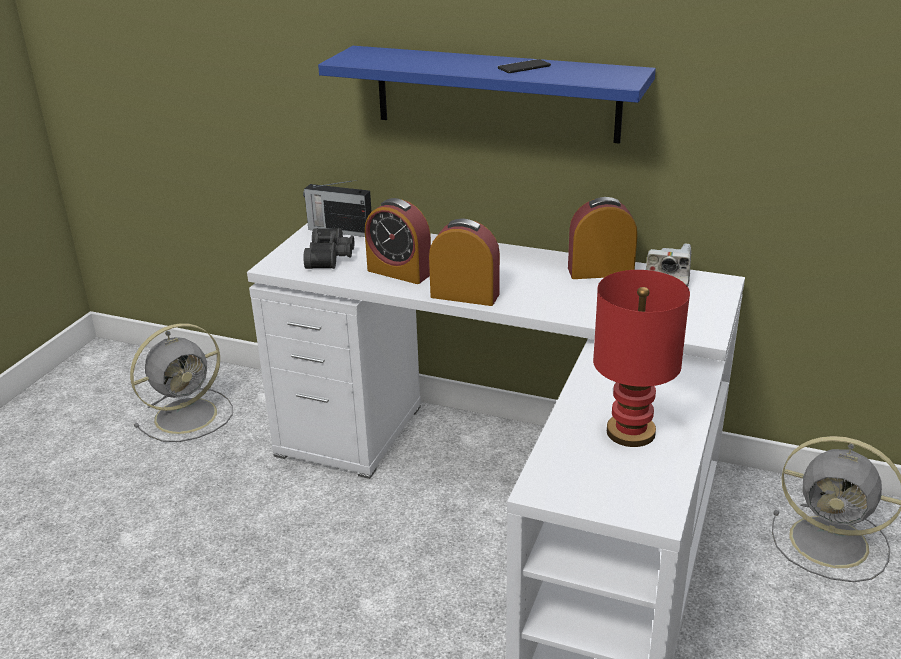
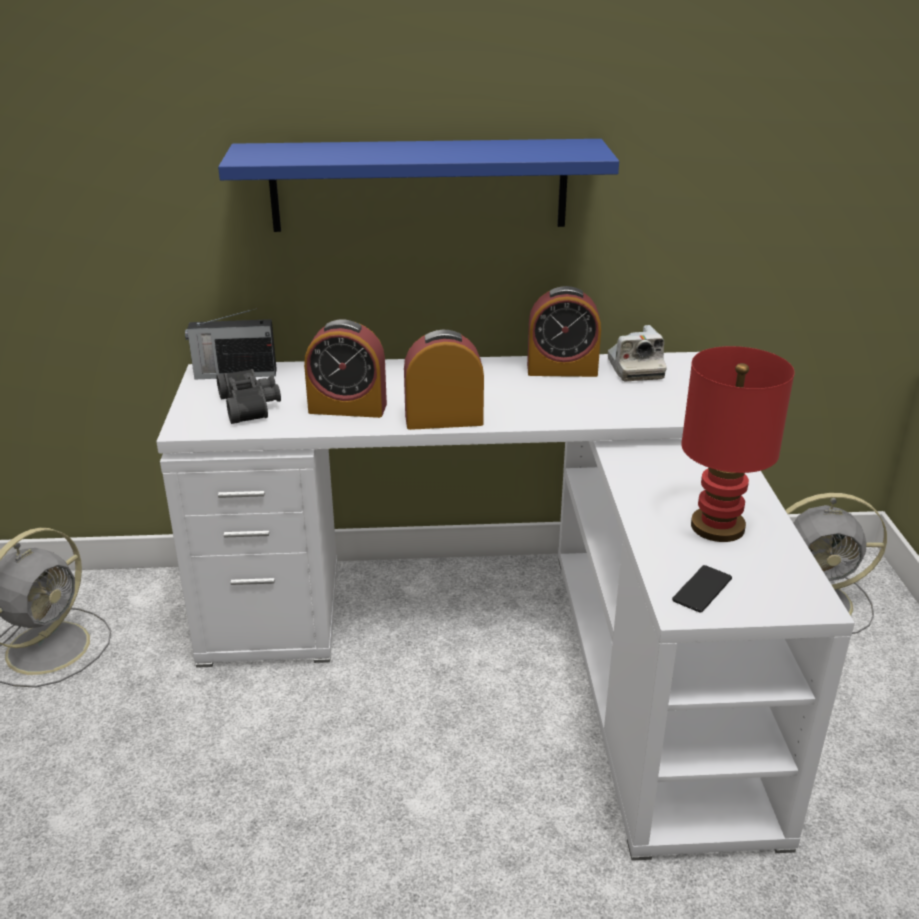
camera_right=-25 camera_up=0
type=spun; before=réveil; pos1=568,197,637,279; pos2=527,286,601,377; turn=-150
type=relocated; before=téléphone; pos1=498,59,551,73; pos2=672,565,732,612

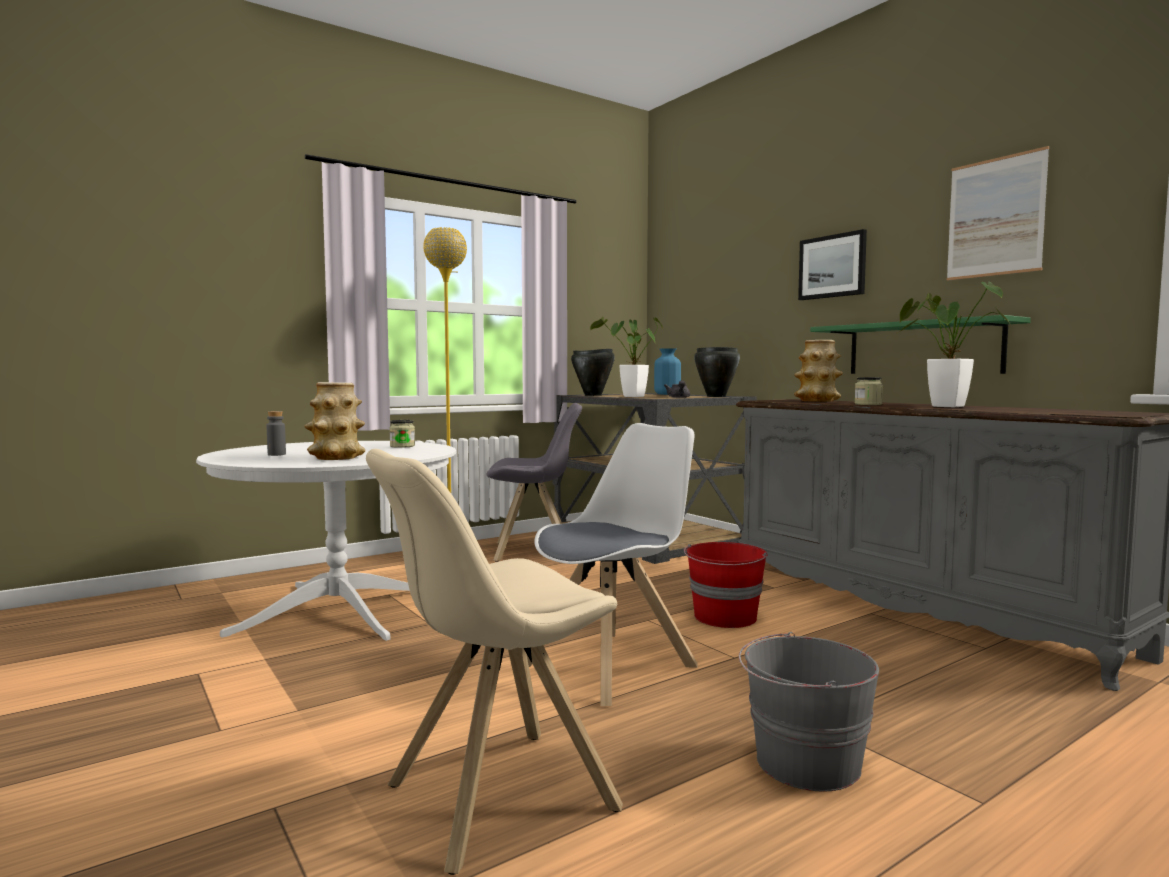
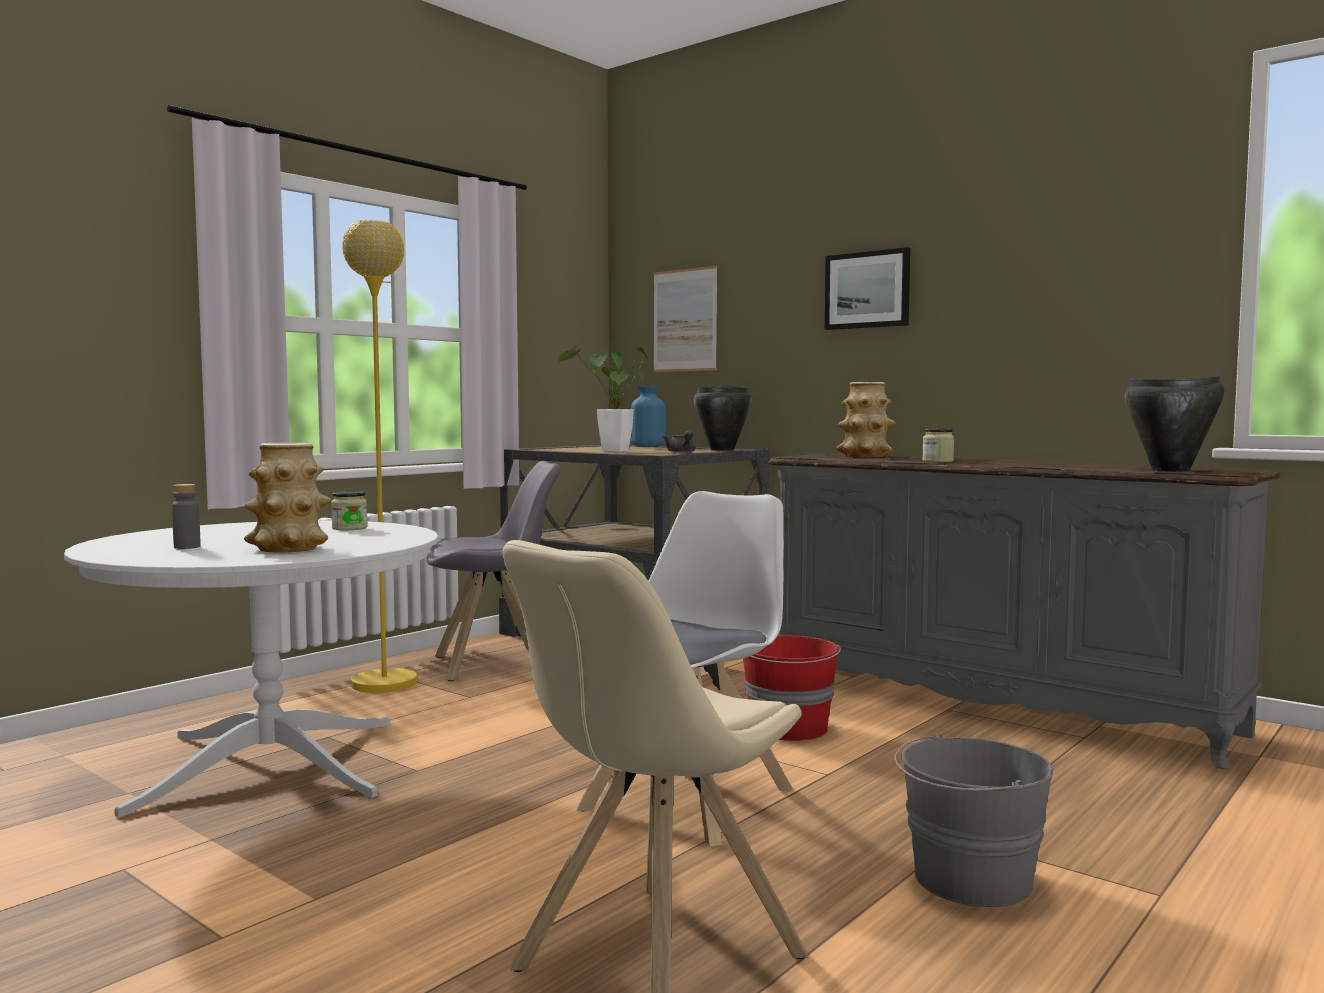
camera_right=-15 camera_up=0
type=relocated; before=tableau; pos1=947,146,1049,281; pos2=653,266,717,372
type=relocated; before=marmite/noir; pos1=571,349,615,396; pos2=1125,375,1224,471
type=missing; before=étagère/vert; pos1=810,315,1031,374
type=missing; before=plante en pot; pos1=898,282,1010,407

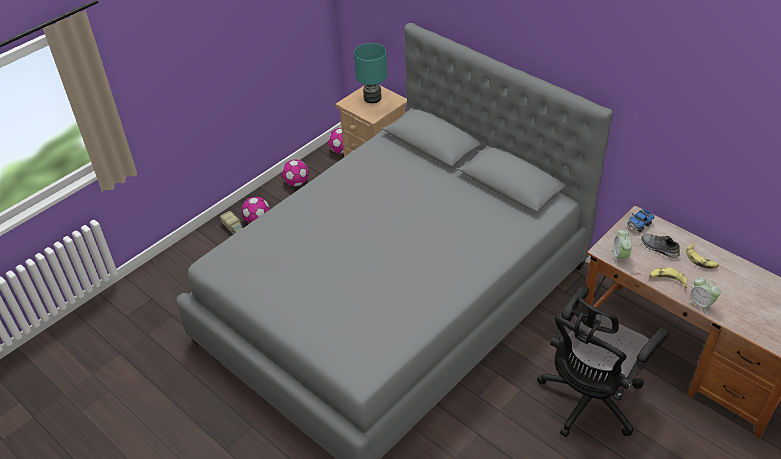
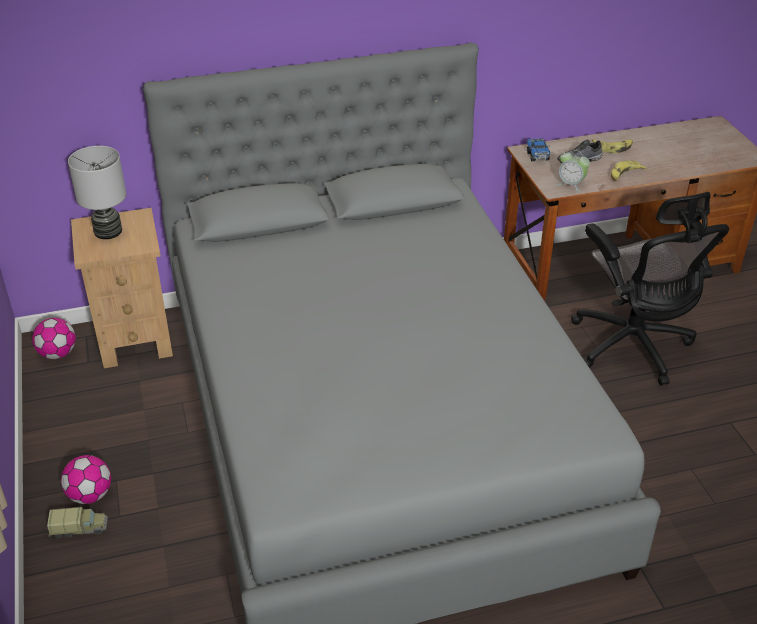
camera_right=-60 camera_up=-5
type=colour; before=lampe de table/turquoise; after=lampe de table/gris; pos1=354,43,387,103; pos2=68,146,126,239
type=missing; before=ballon de foot; pos1=282,159,309,186
type=missing; before=réveil; pos1=688,277,721,314

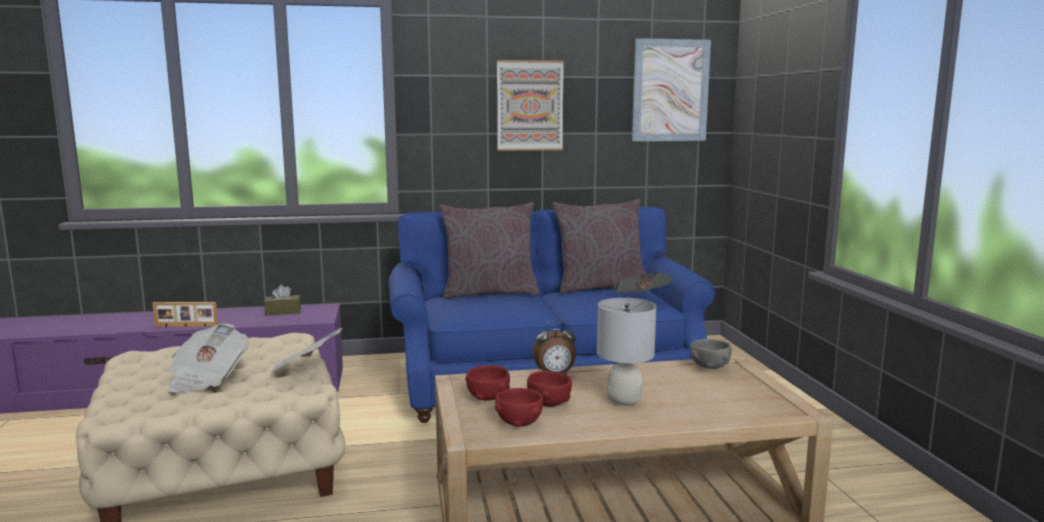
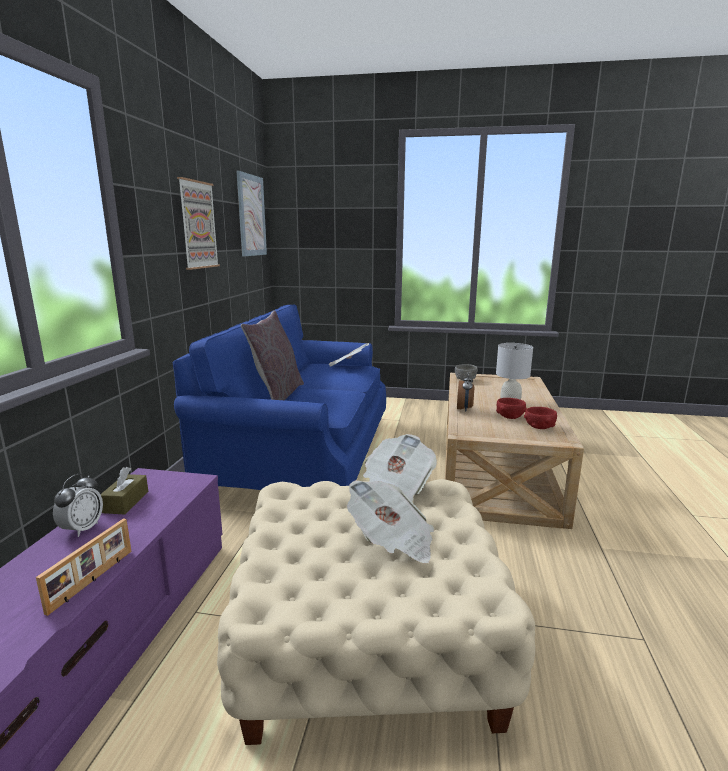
camera_right=-70 camera_up=5
type=appeared; after=réveil; pos2=53,474,103,537
type=missing; before=bol/rouge; pos1=465,365,510,401
type=missing; before=coussin/gris; pos1=553,199,646,294

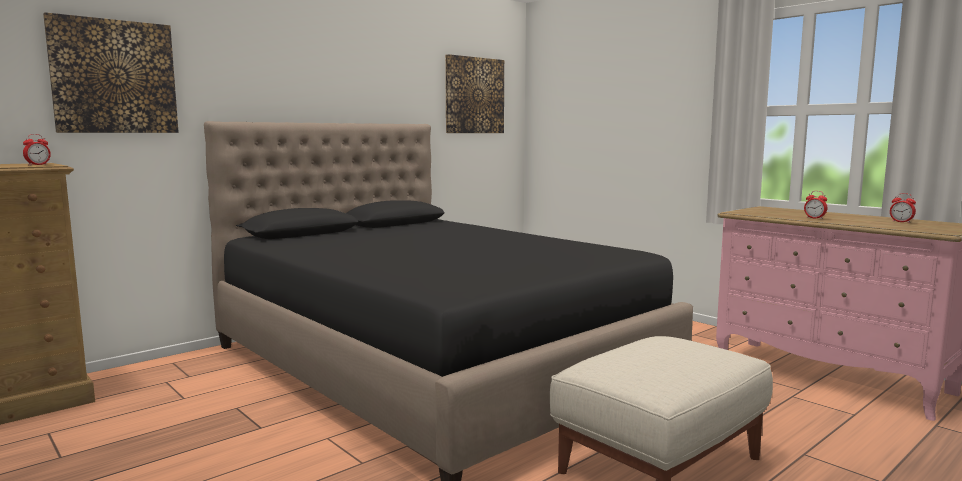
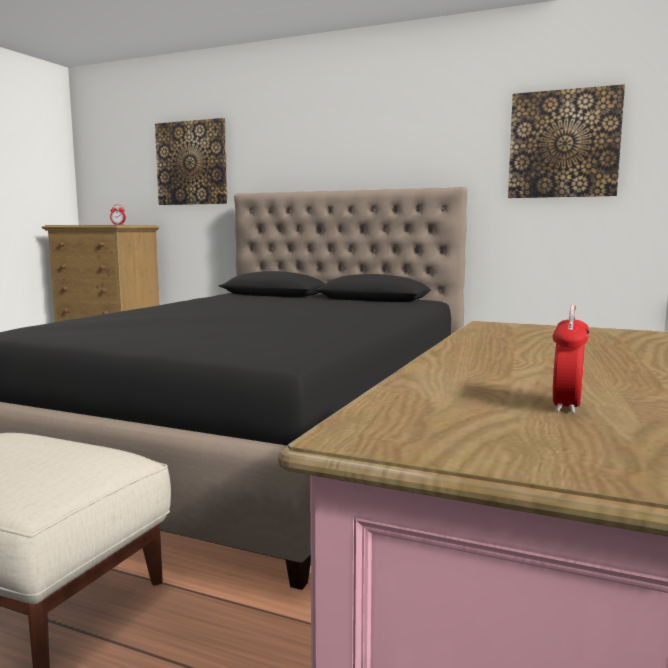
camera_right=65 camera_up=0
type=missing; before=réveil; pos1=804,191,827,219

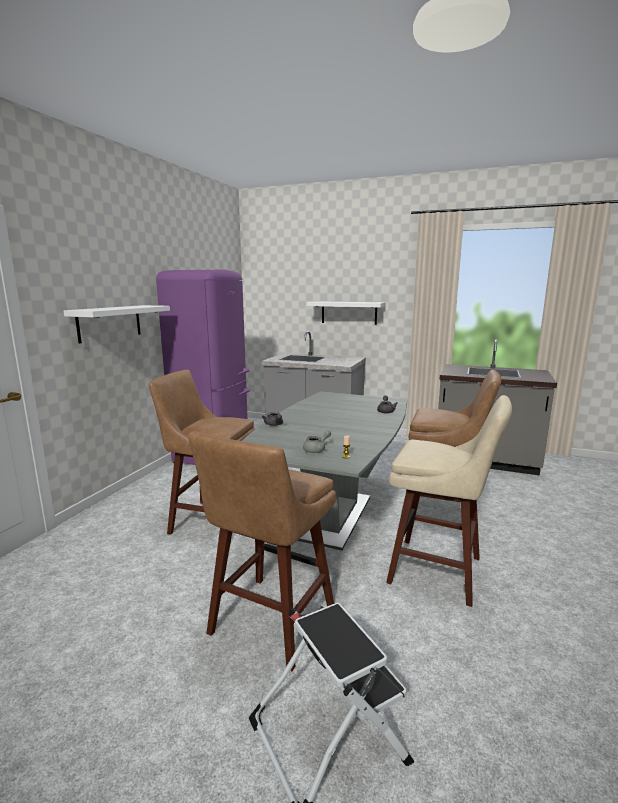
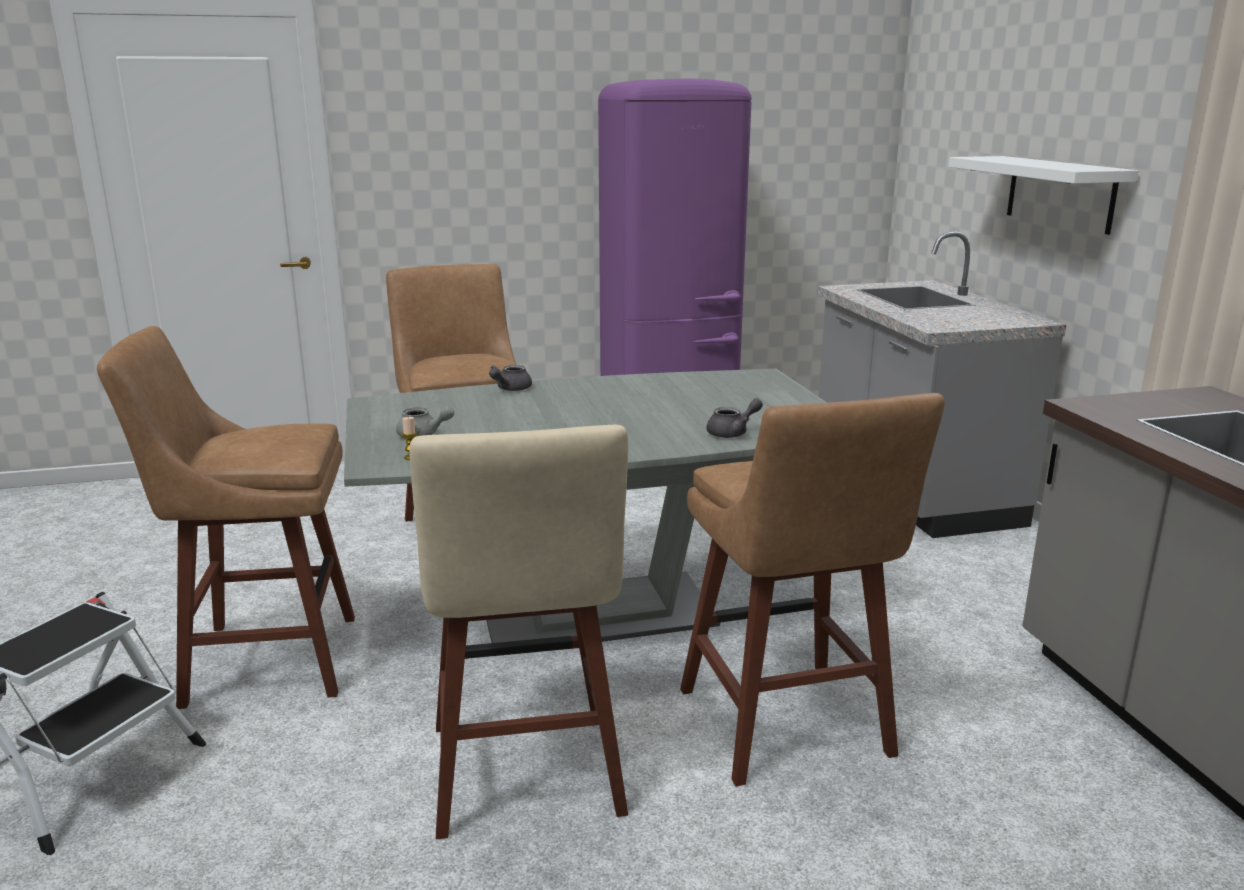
camera_right=55 camera_up=5
type=missing; before=étagère/blanc; pos1=64,305,170,344

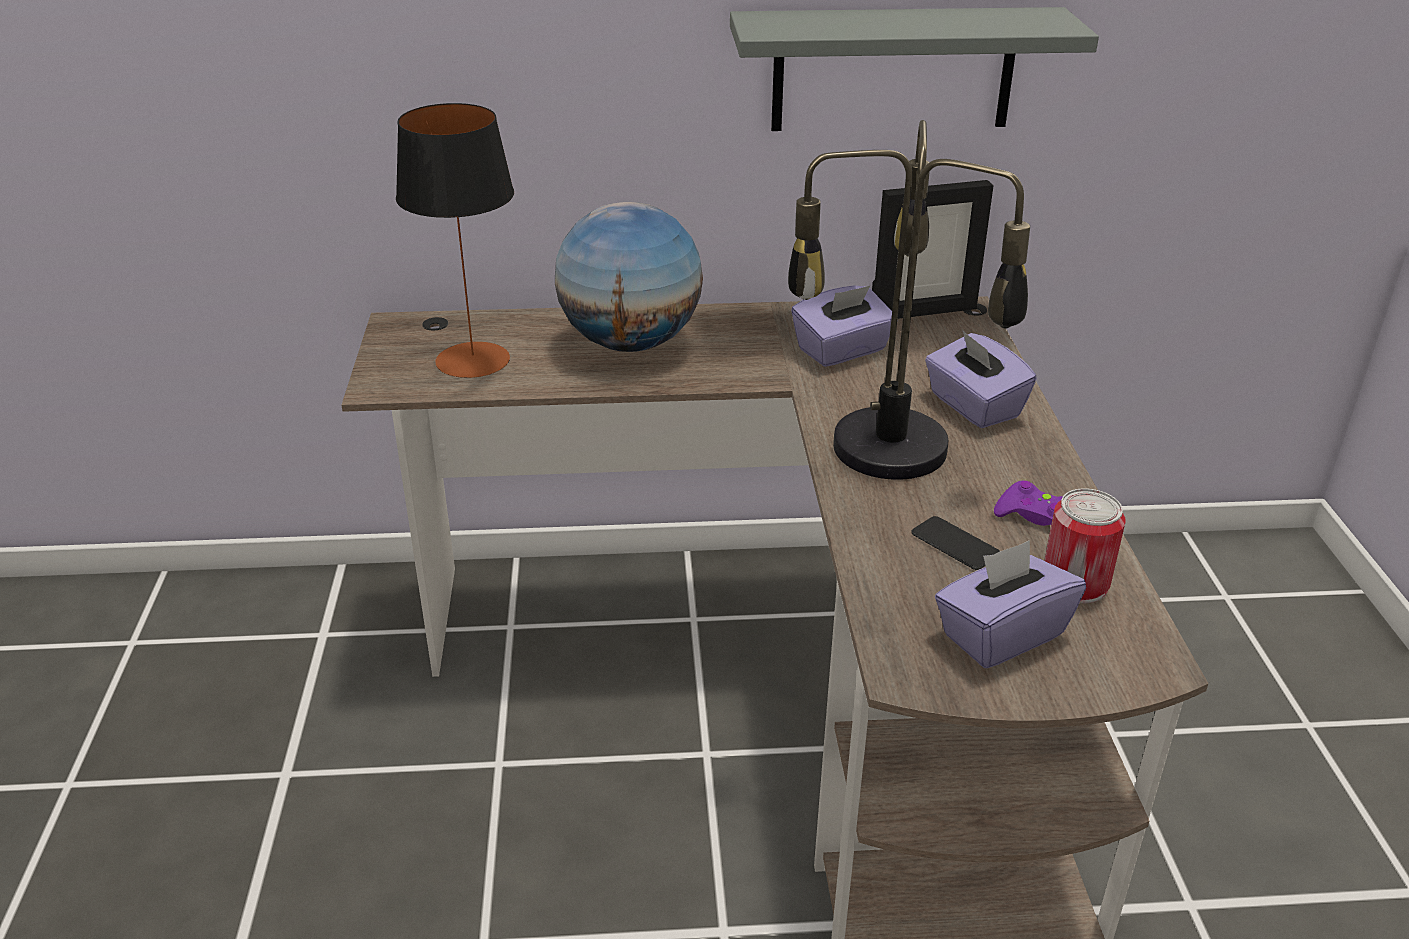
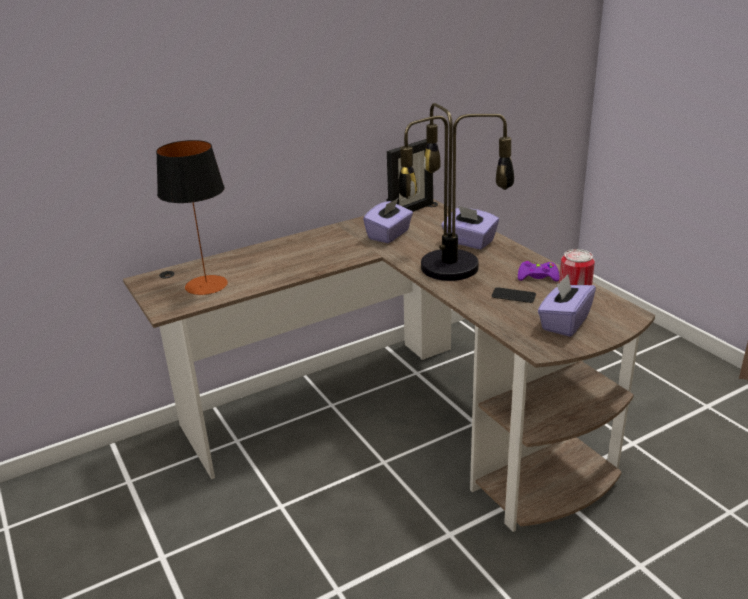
camera_right=-25 camera_up=-5
type=missing; before=globe; pos1=555,202,703,352
type=missing; before=étagère/gris; pos1=730,7,1099,131

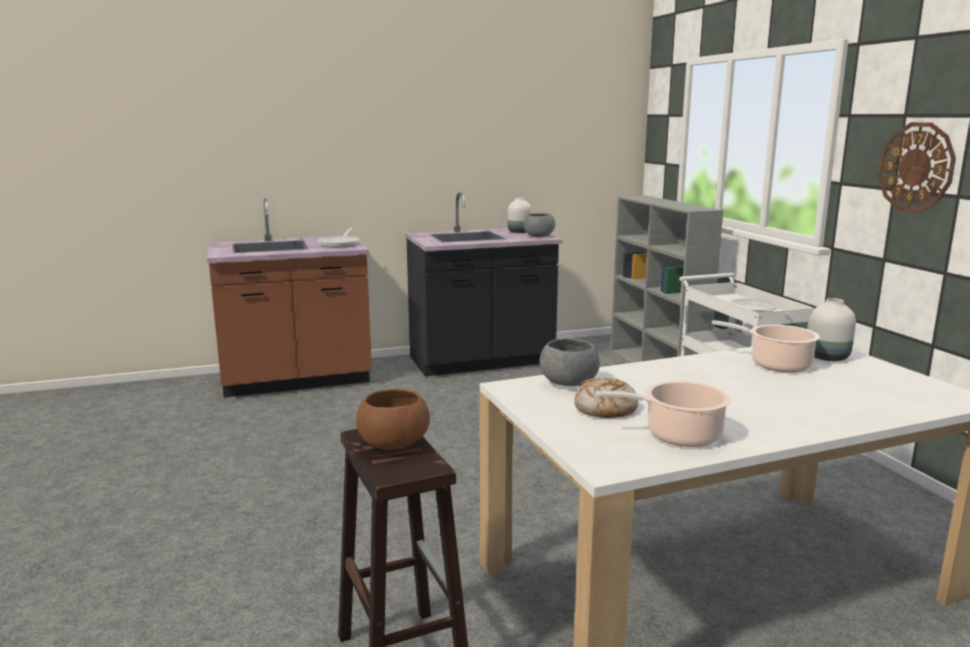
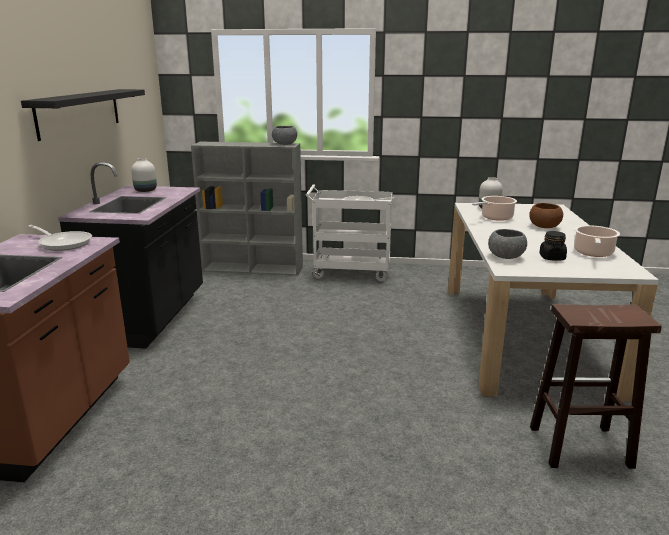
camera_right=-65 camera_up=5
type=appeared; after=étagère/noir; pos2=21,89,145,141
type=relocated; before=bol/gris; pos1=523,213,555,237; pos2=272,126,297,145
type=relocated; before=bol/marron; pos1=356,389,430,450; pos2=529,203,563,228
type=exchanged; before=pain; after=bocal/noir; pos1=574,377,638,418; pos2=539,231,567,261
type=missing; before=horloge murale; pos1=878,122,956,213

